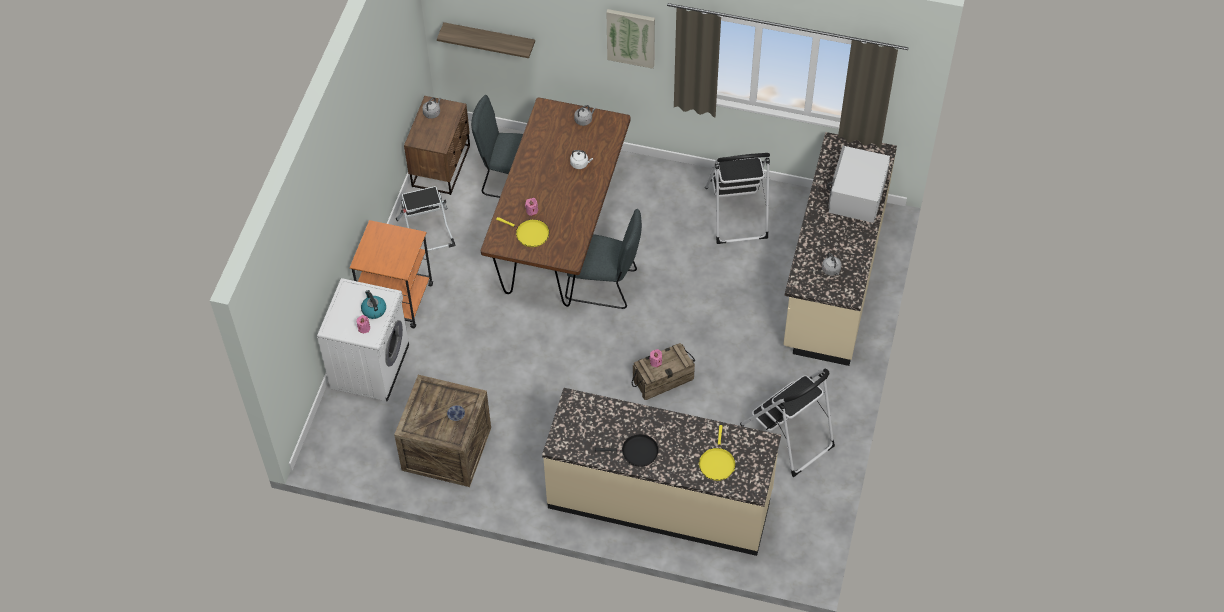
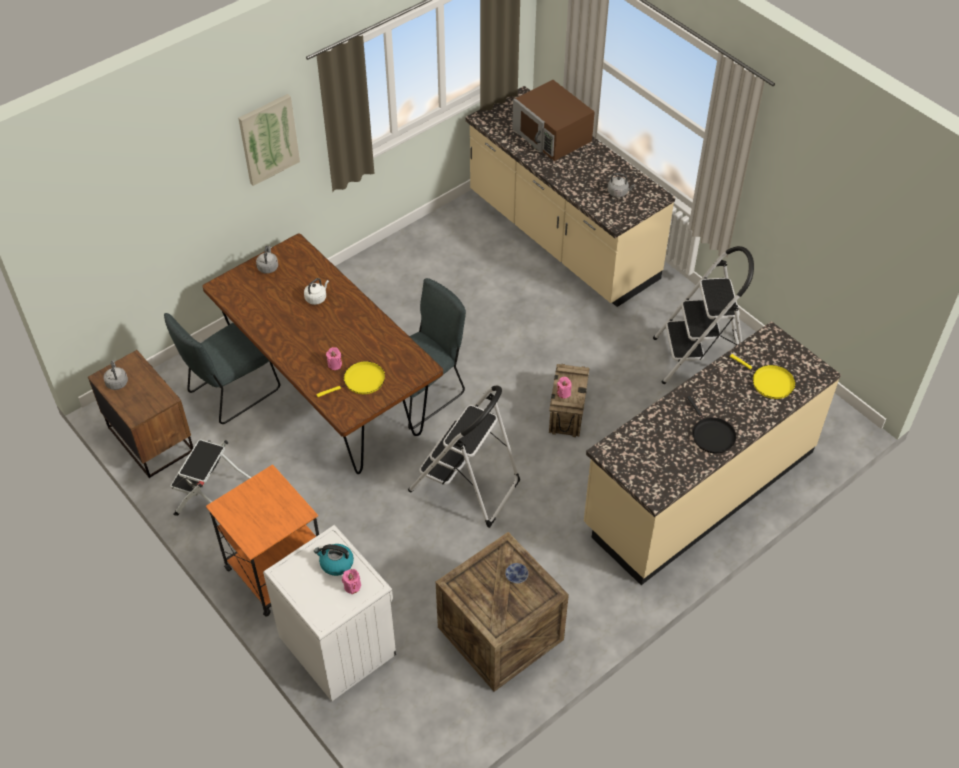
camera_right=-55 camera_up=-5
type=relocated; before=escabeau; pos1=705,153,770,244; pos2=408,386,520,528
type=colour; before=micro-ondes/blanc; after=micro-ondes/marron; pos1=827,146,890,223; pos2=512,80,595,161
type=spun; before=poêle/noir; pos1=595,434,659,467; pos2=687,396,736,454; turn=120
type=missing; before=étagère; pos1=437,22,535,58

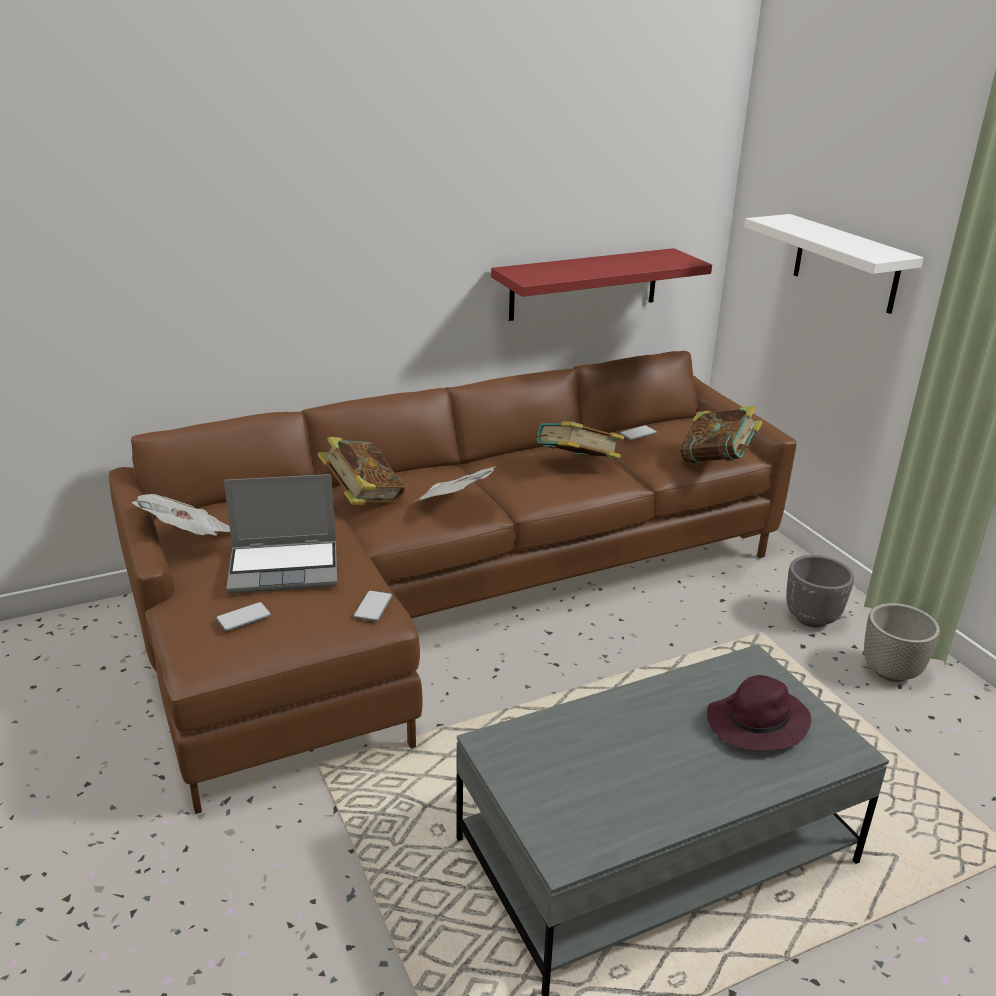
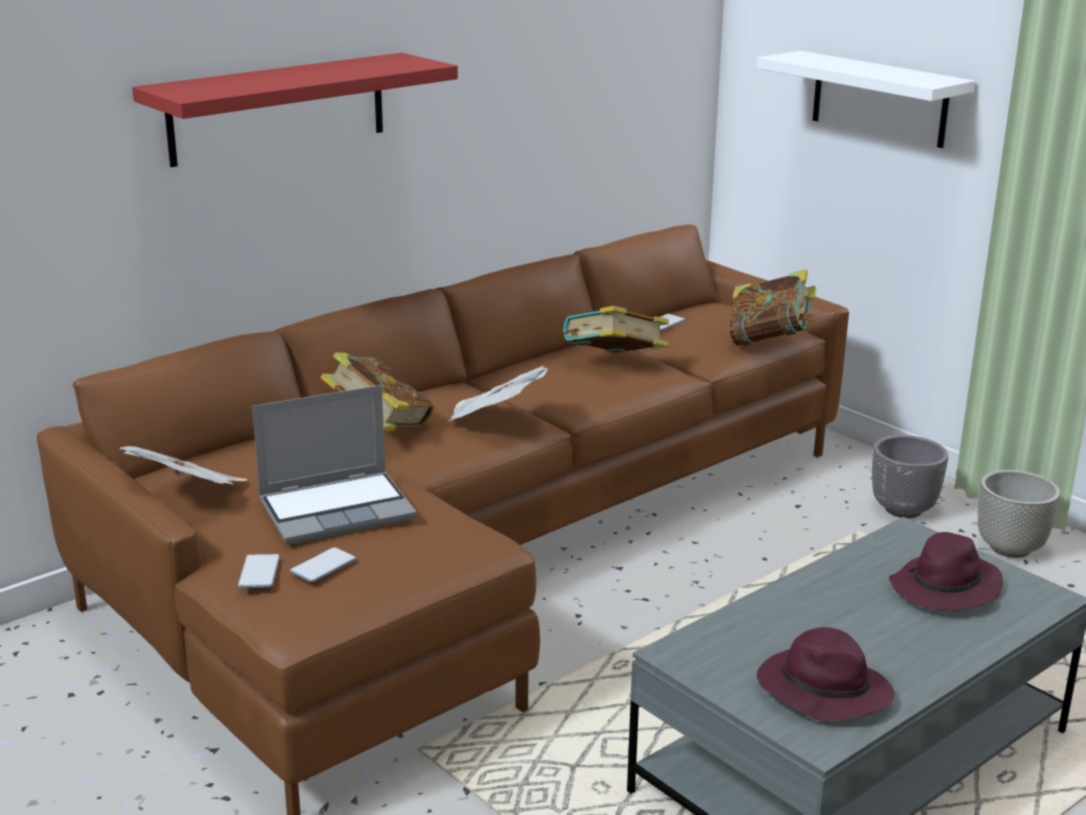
camera_right=-15 camera_up=-5
type=relocated; before=étagère/rouge; pos1=491,248,712,321; pos2=132,53,458,167
type=relocated; before=téléphone; pos1=353,590,392,621; pos2=238,554,280,588
type=appeared; after=chapeau/violet; pos2=757,627,895,722

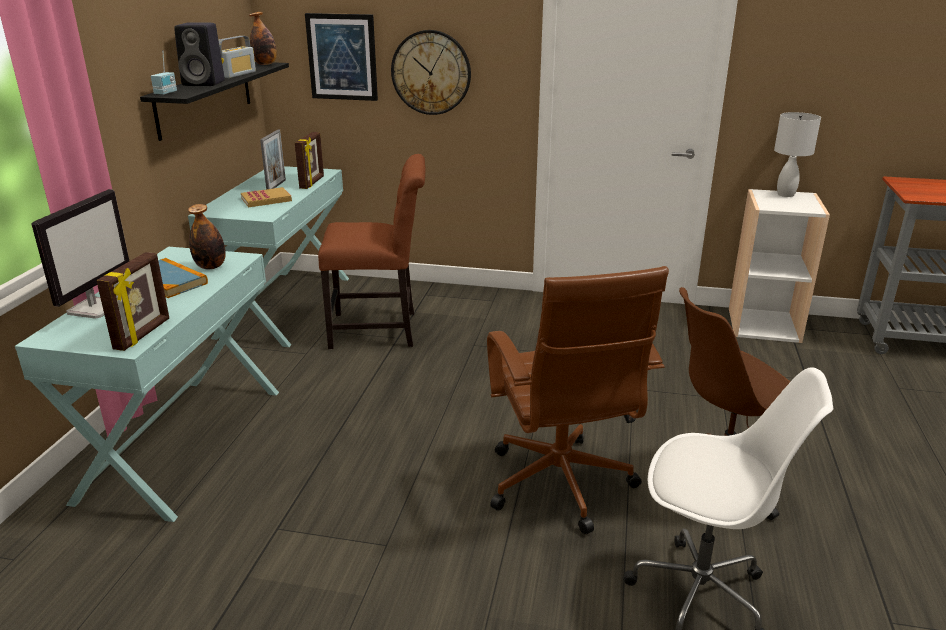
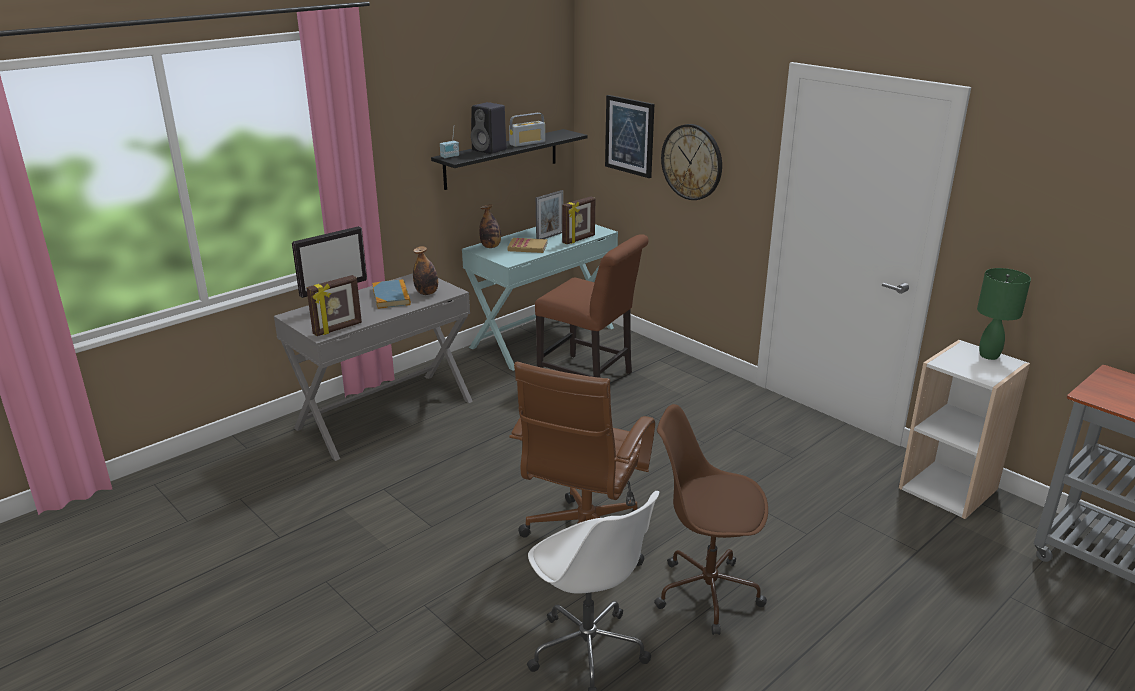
camera_right=35 camera_up=0
type=colour; before=bureau/turquoise; after=bureau/gris; pos1=15,247,279,522; pos2=274,273,473,461
type=relocated; before=bouteille; pos1=249,12,277,65; pos2=479,204,501,248
type=colour; before=lampe de table/blanc; after=lampe de table/vert; pos1=774,112,821,197; pos2=977,268,1031,360

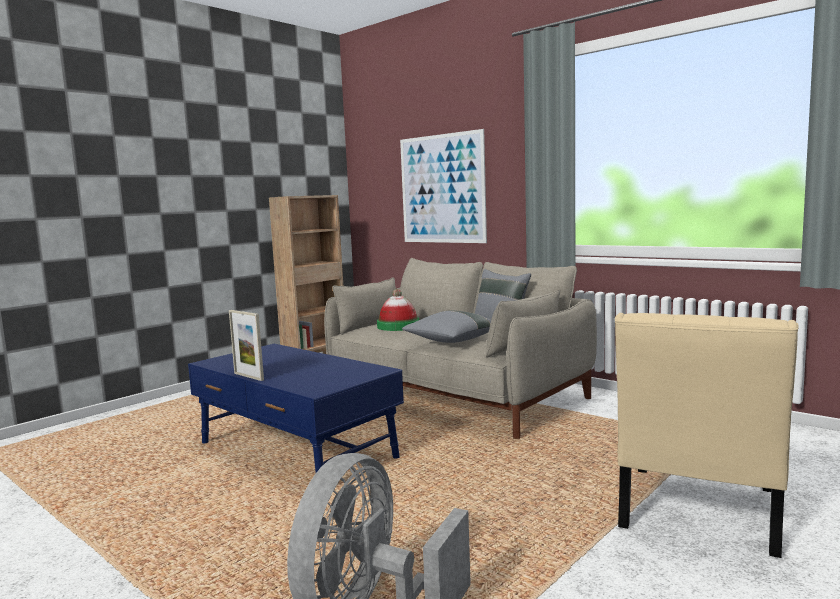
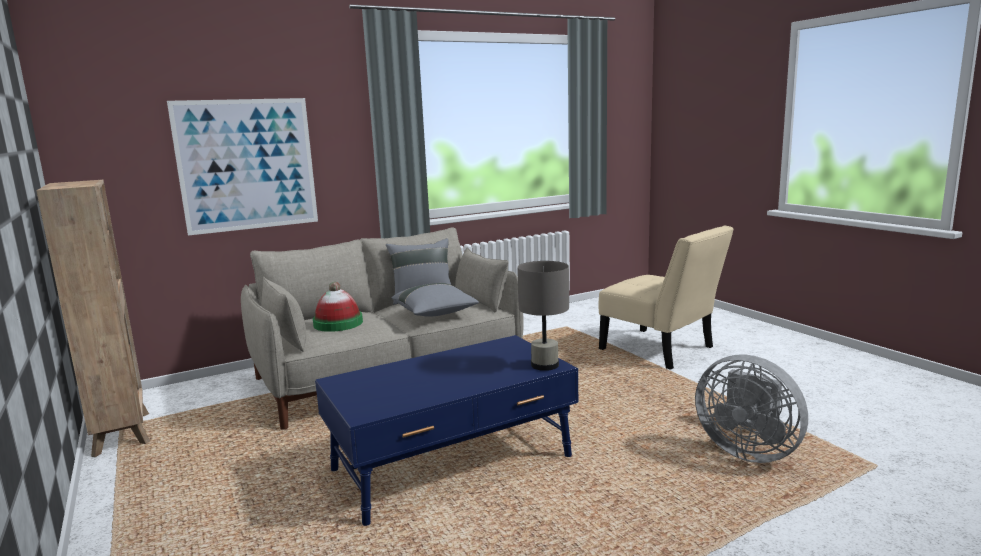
camera_right=-70 camera_up=5
type=appeared; after=lampe de table/gris; pos2=518,261,569,371
type=missing; before=cadre photo; pos1=229,310,264,381

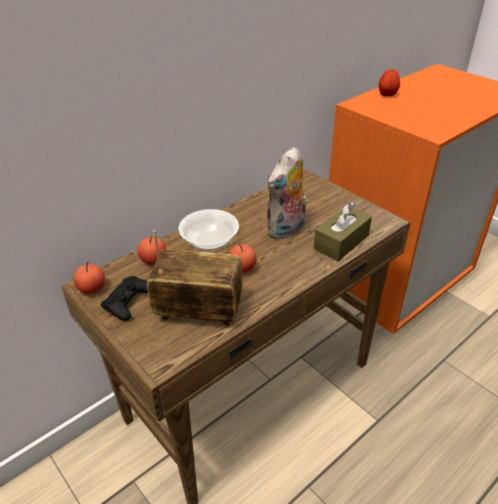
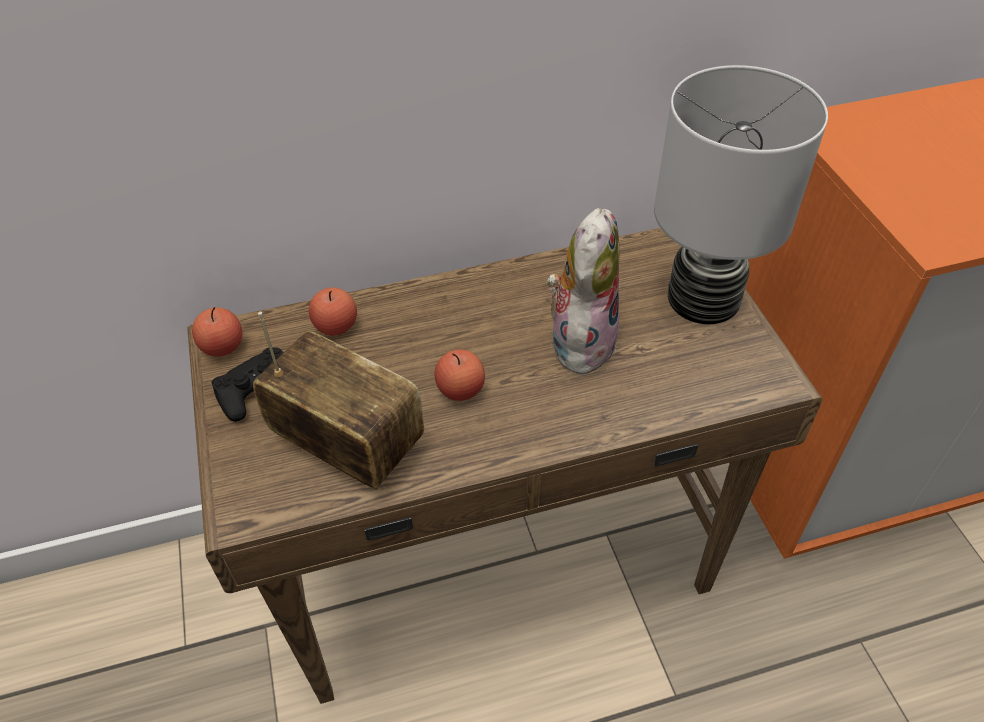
camera_right=25 camera_up=10
type=spun; before=peluche; pos1=266,147,308,240; pos2=547,208,620,379; turn=135
type=appeared; after=lampe de table/gris; pos2=654,65,828,324
type=missing; before=bol; pos1=178,209,239,250
type=missing; before=boîte à mouchoirs/marron; pos1=314,202,372,261
type=missing; before=pomme; pos1=379,69,400,96

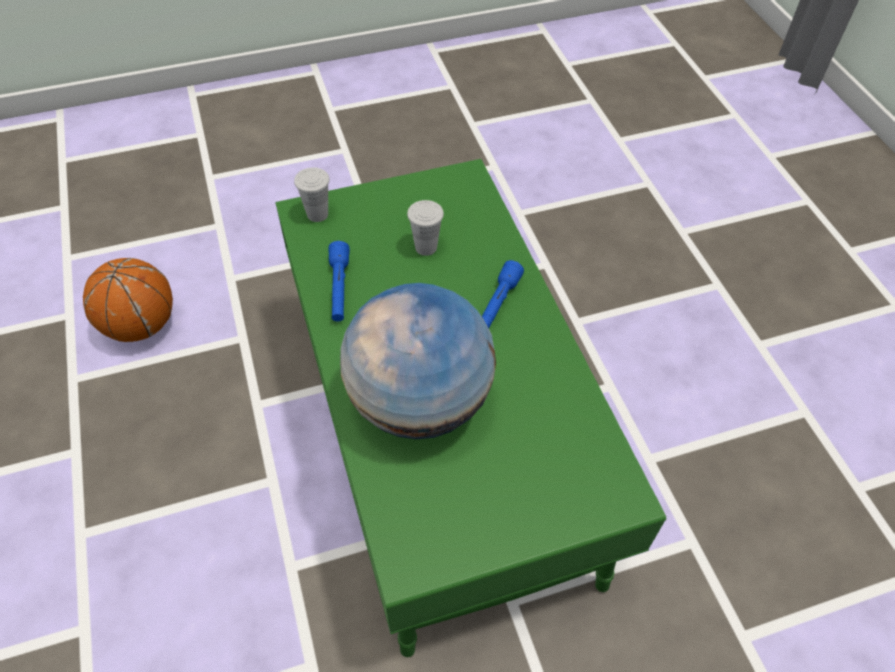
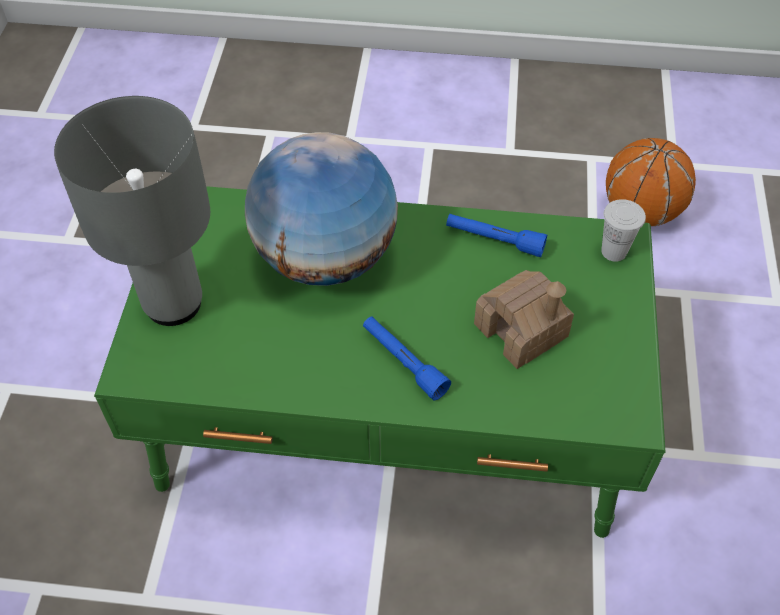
camera_right=115 camera_up=0
type=appeared; after=lampe de table/gris; pos2=54,96,210,326
type=exchanged; before=tasse/blanc; after=maison miniature; pos1=407,200,444,256; pos2=474,270,574,369

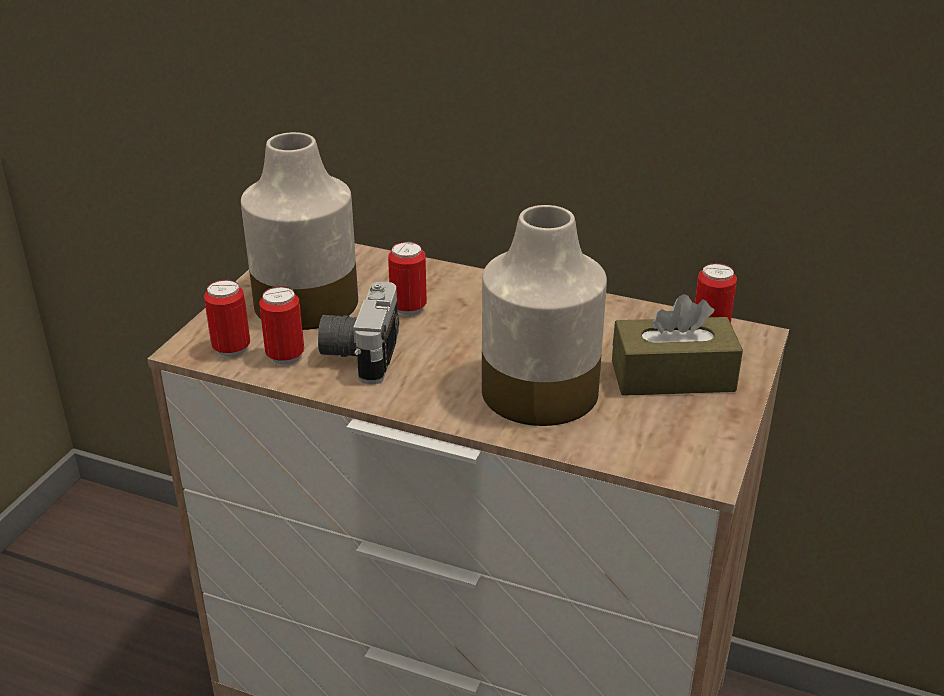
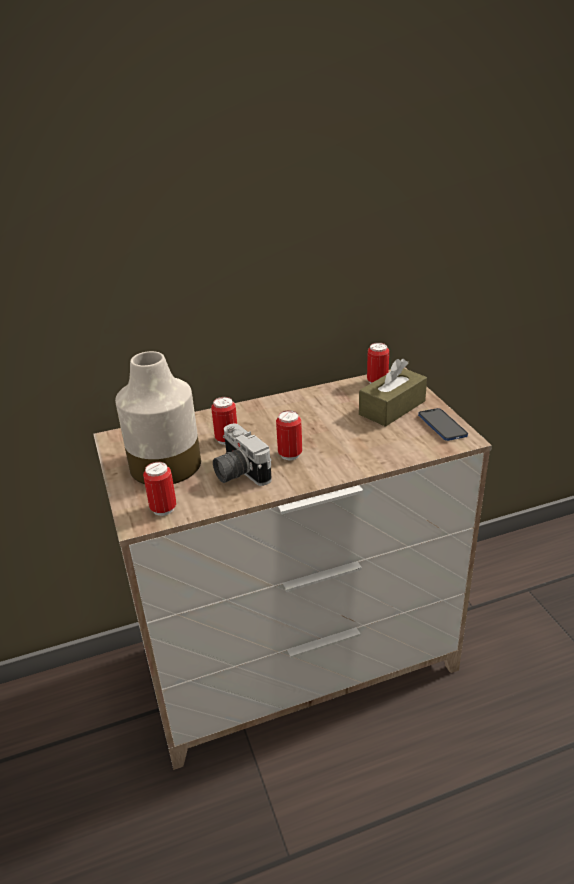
camera_right=-40 camera_up=0
type=relocated; before=boîte métallique; pos1=259,286,304,365; pos2=276,410,302,460
type=appeared; after=téléphone; pos2=418,408,468,441
type=missing; before=vase/beige; pos1=482,205,607,426

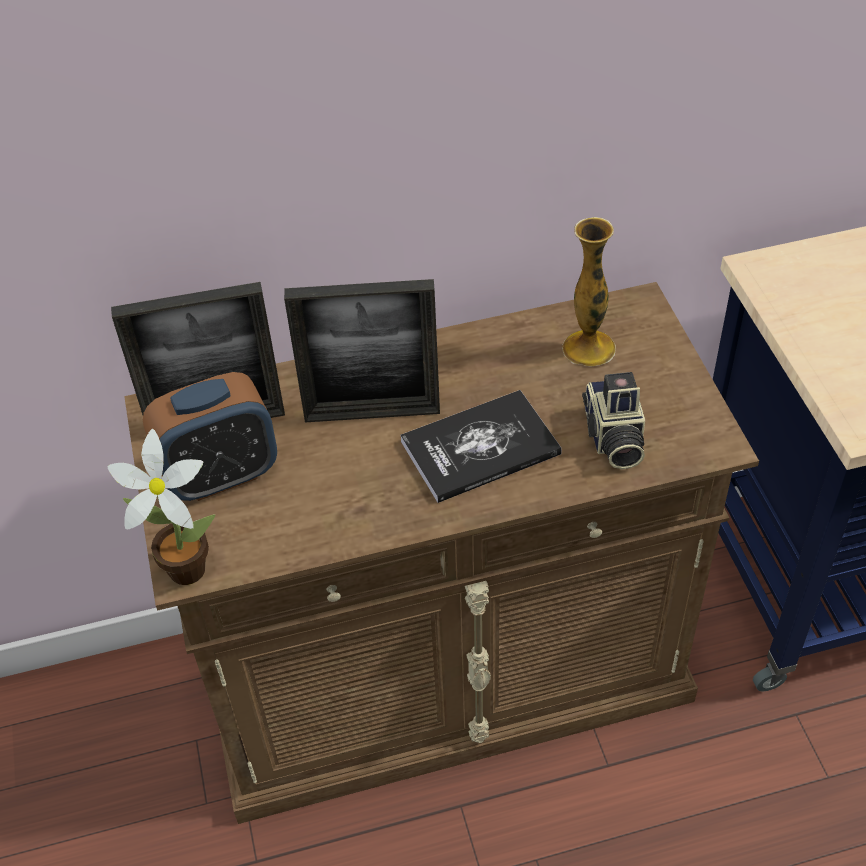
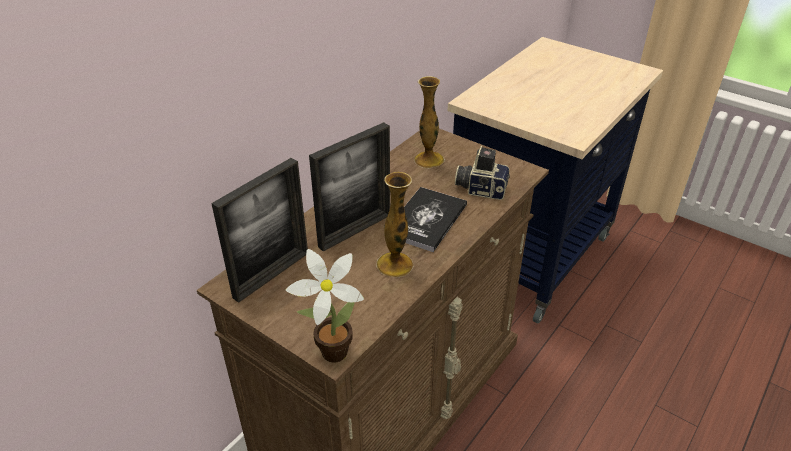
camera_right=-40 camera_up=-10
type=appeared; after=vase; pos2=376,172,413,277
type=spun; before=appareil photo; pos1=582,372,645,469; pos2=455,146,510,200; turn=150
type=missing; before=réveil; pos1=143,372,277,501

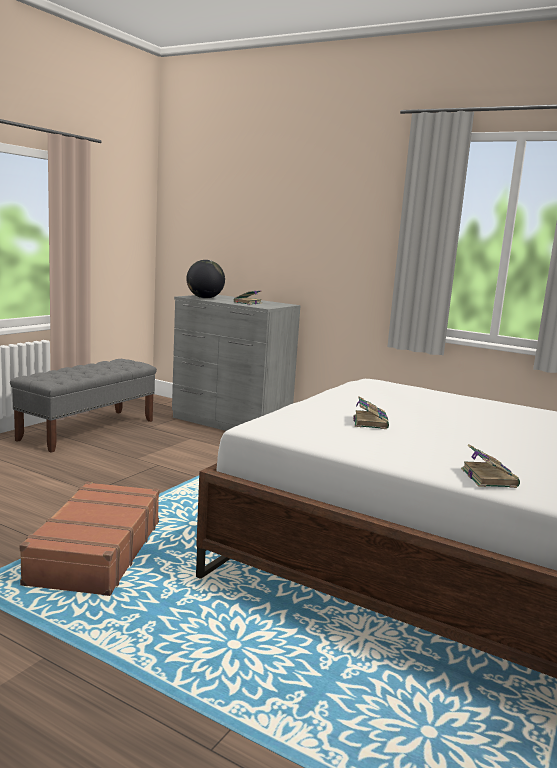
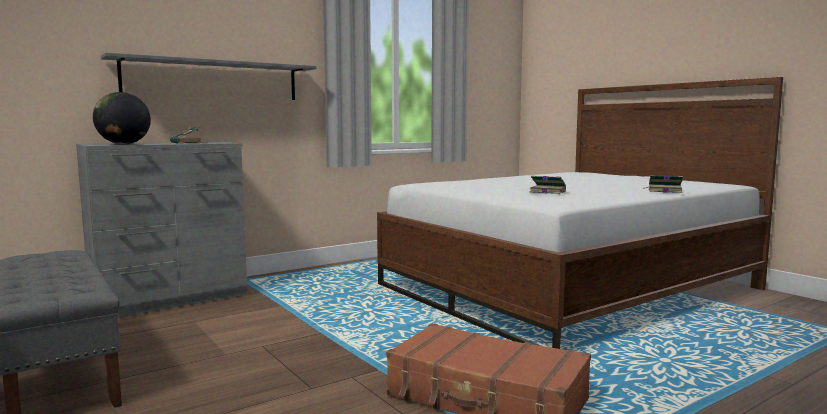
camera_right=-65 camera_up=-5
type=appeared; after=étagère/gris; pos2=100,52,317,100

